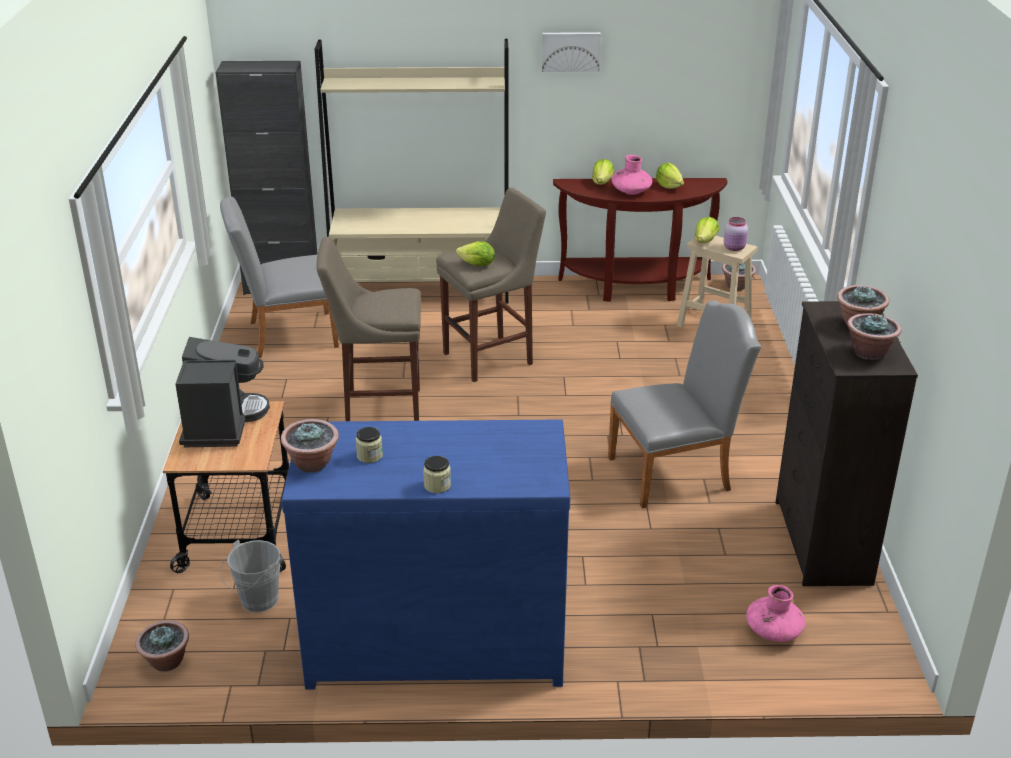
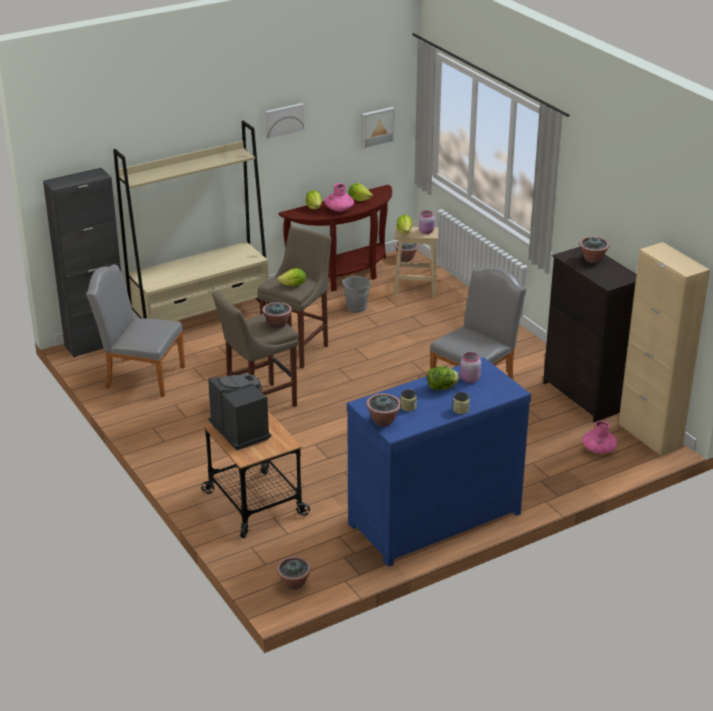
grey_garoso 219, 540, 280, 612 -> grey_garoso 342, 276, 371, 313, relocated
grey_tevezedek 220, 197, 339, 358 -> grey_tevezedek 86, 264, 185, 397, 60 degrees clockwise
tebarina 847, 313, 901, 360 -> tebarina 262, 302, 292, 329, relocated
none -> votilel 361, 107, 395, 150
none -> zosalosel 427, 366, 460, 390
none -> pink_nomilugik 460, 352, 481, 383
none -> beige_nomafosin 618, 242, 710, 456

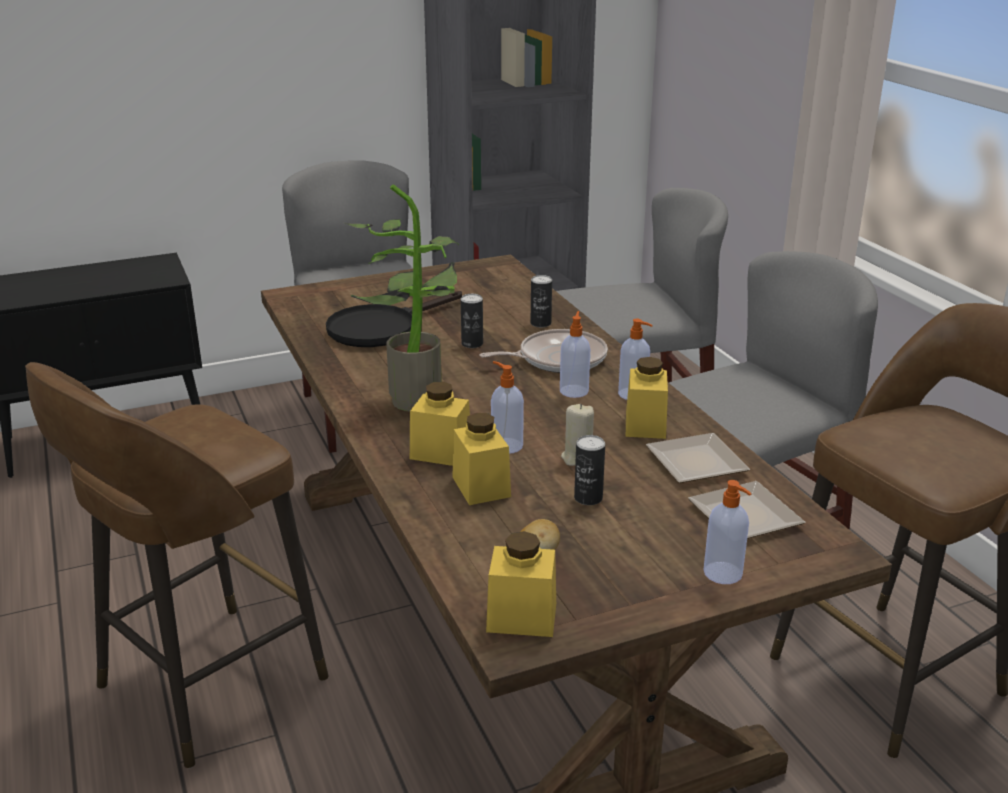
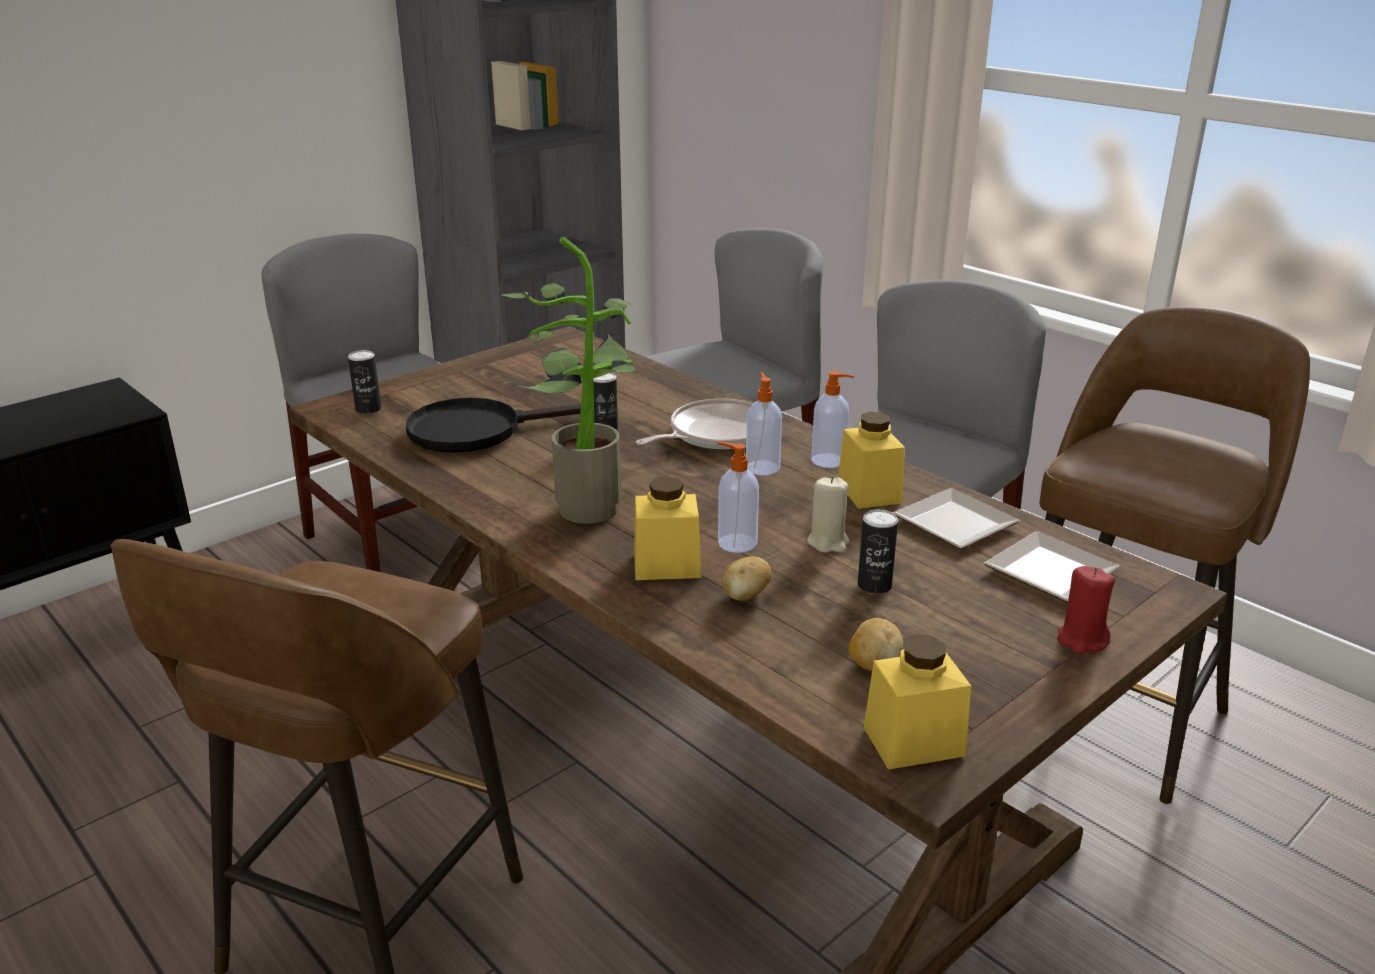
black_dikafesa 326, 291, 462, 347 -> black_dikafesa 406, 397, 581, 453, 45 degrees clockwise
yellow_nomilugik 453, 413, 511, 505 -> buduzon 722, 557, 772, 601
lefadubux 531, 275, 552, 327 -> lefadubux 348, 350, 382, 414, relocated
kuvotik 703, 480, 752, 584 -> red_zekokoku 1057, 566, 1115, 654

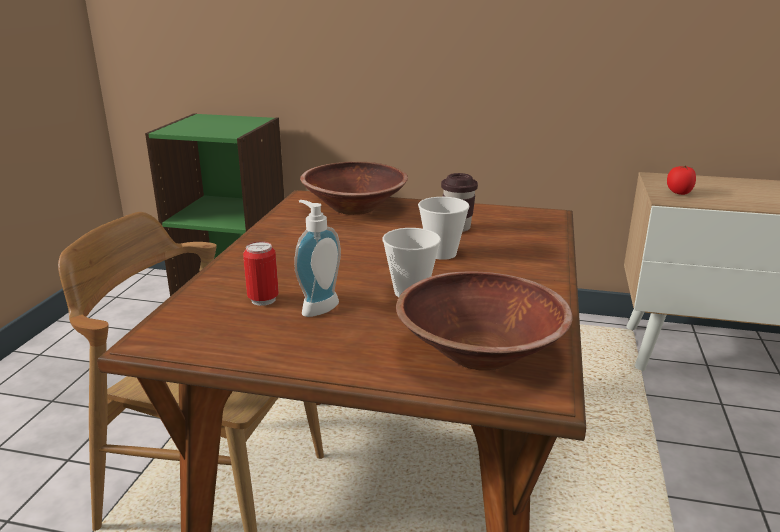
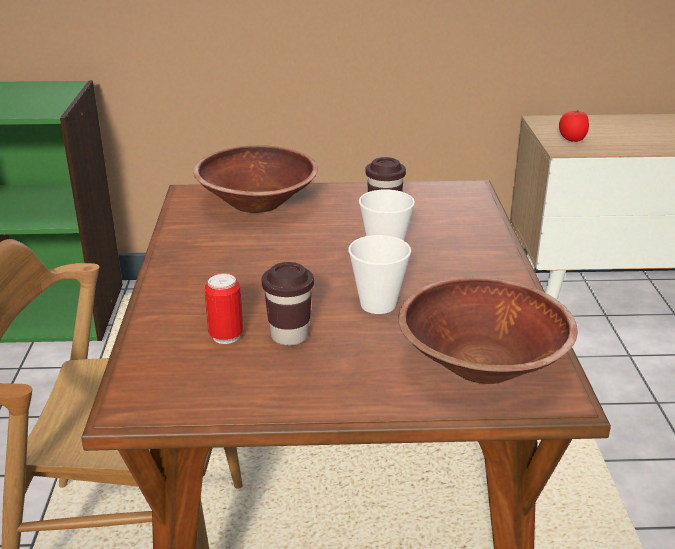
kuvotik 294, 200, 341, 317 -> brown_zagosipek 262, 262, 314, 346

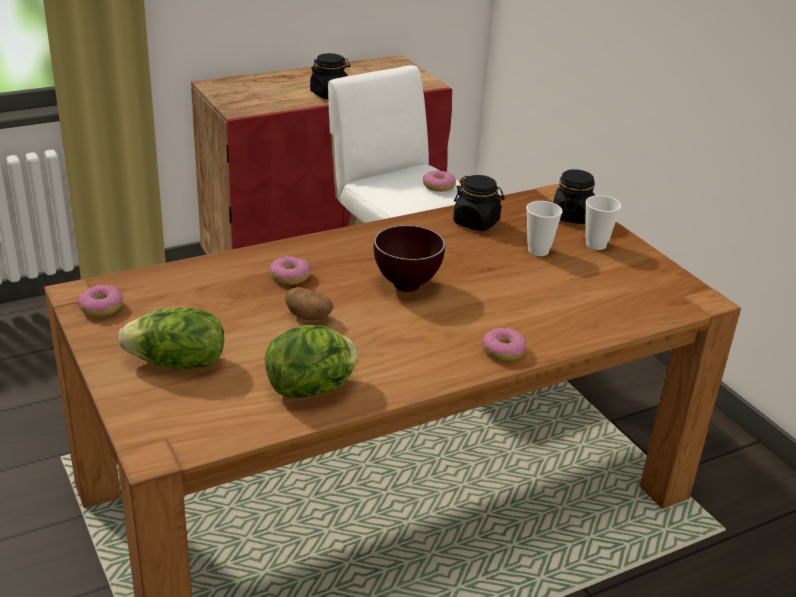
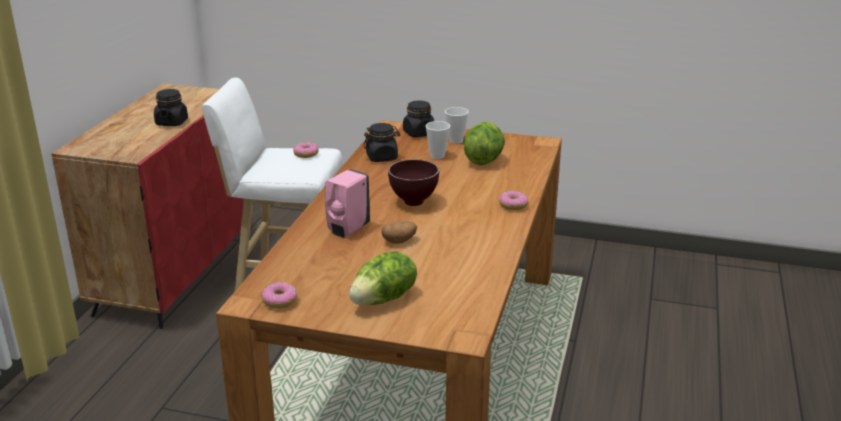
zosalosel 265, 325, 358, 398 -> zosalosel 464, 122, 505, 165, relocated
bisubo 270, 256, 311, 285 -> pink_kuvotik 325, 169, 370, 238

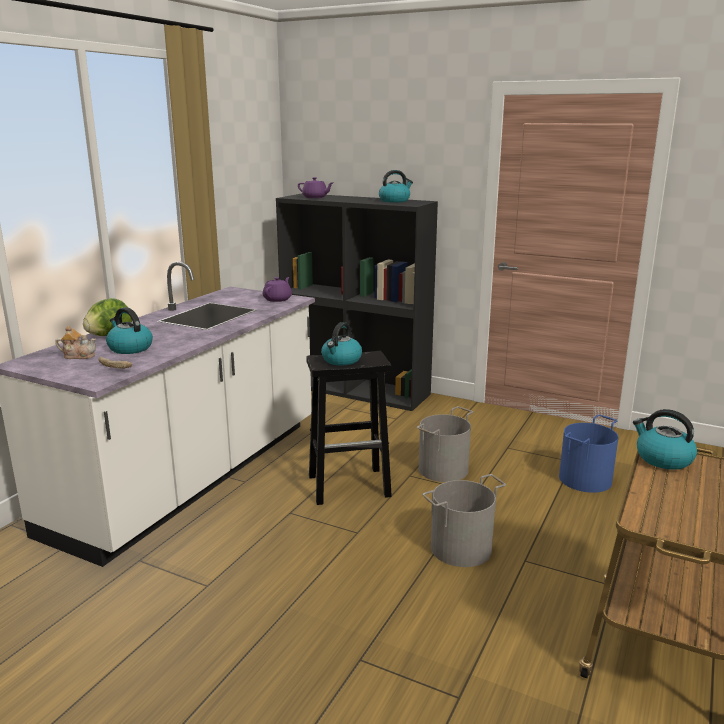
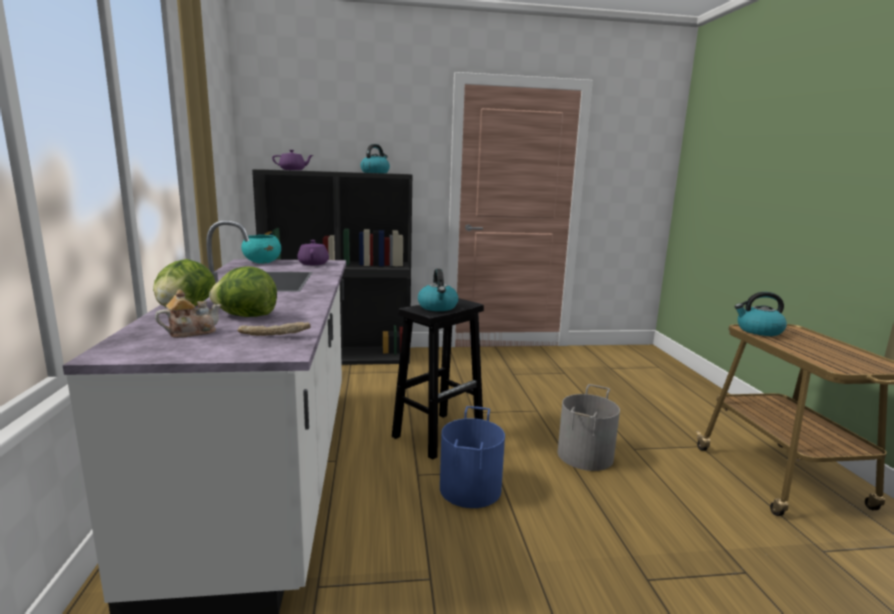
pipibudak 106, 307, 153, 354 -> zosalosel 209, 266, 277, 317
grey_garoso 417, 406, 473, 482 -> none
blue_garoso 559, 414, 619, 493 -> blue_garoso 440, 406, 505, 508, relocated
none -> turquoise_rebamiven 241, 235, 281, 264

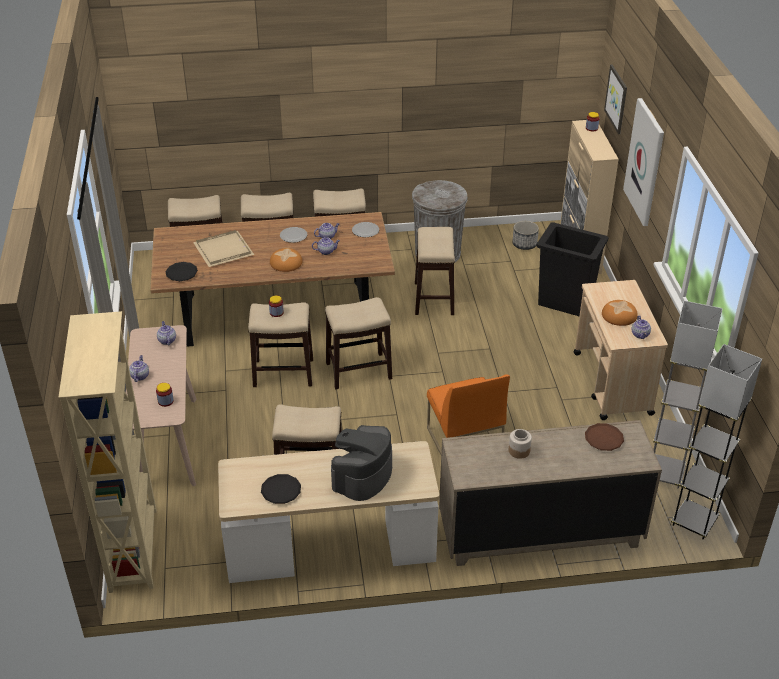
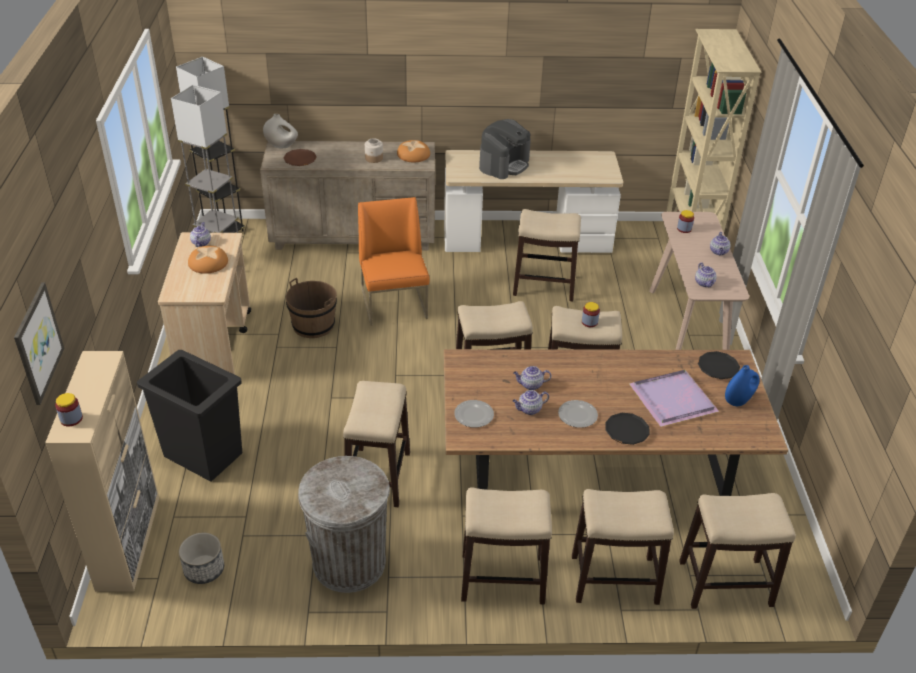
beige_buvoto 193, 230, 254, 267 -> purple_buvoto 629, 370, 719, 427
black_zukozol 261, 474, 301, 504 -> black_zukozol 606, 413, 650, 445, relocated
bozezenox 270, 248, 303, 272 -> bozezenox 397, 140, 430, 162, relocated
votilel 623, 98, 664, 226 -> none
none -> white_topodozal 263, 114, 298, 148
none -> brown_garoso 286, 278, 337, 338
none -> blue_topodozal 725, 365, 760, 406

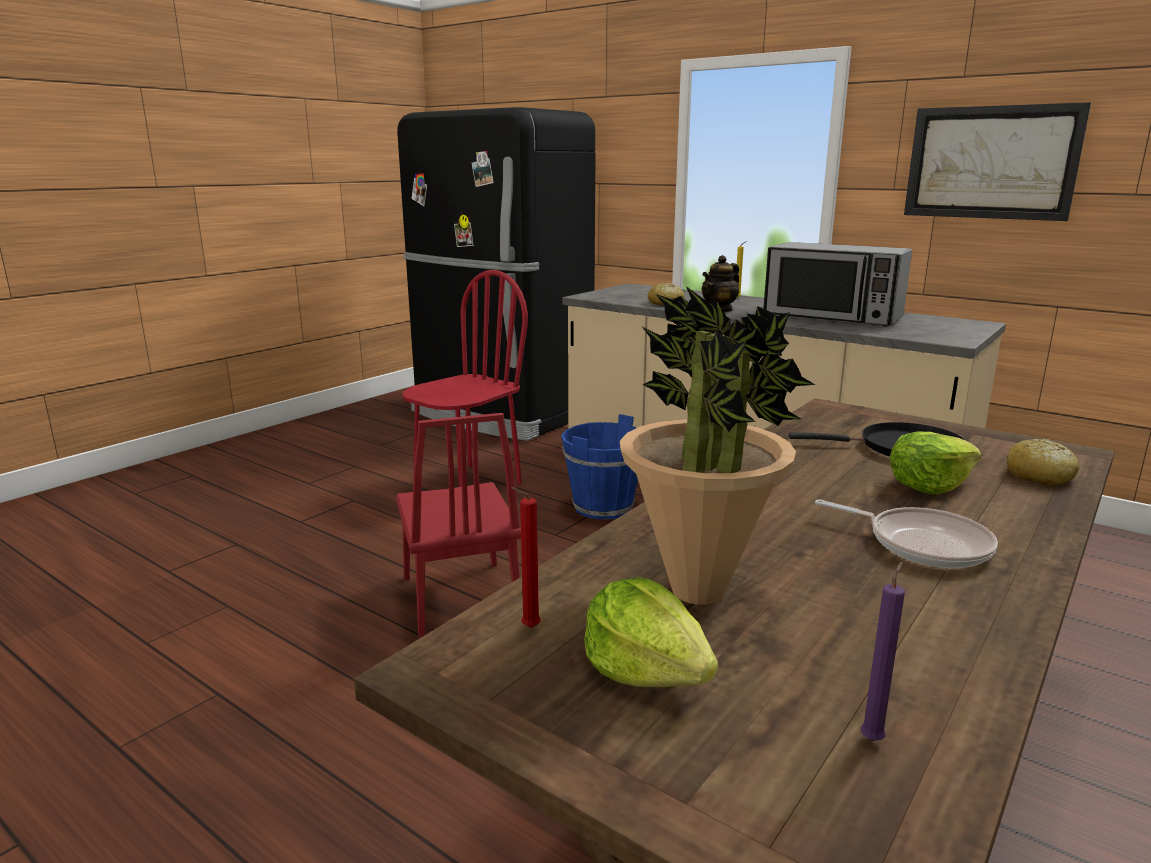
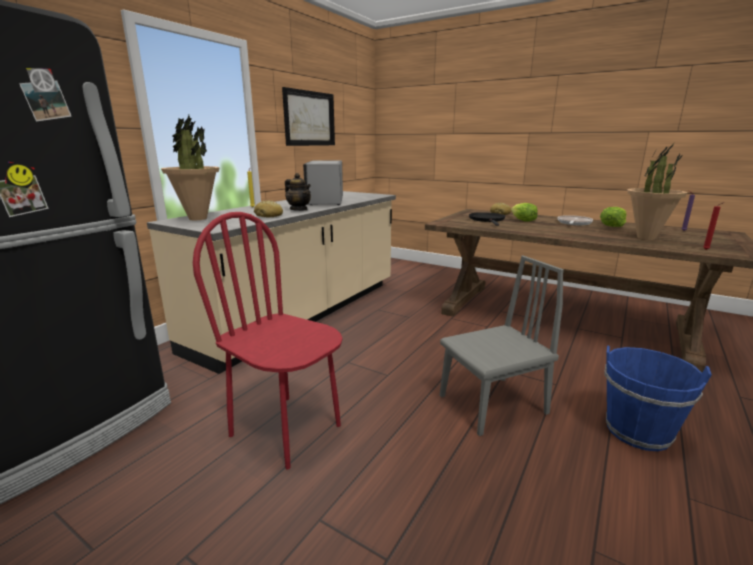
red_tevezedek 396, 413, 521, 639 -> grey_tevezedek 440, 256, 564, 436
blue_garoso 561, 414, 638, 520 -> blue_garoso 605, 345, 712, 451, relocated
zosalosel 584, 577, 718, 687 -> zosalosel 600, 207, 627, 227, relocated
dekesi 763, 242, 912, 326 -> dekesi 303, 160, 343, 205, 150 degrees clockwise
none -> tebarina 161, 115, 220, 220

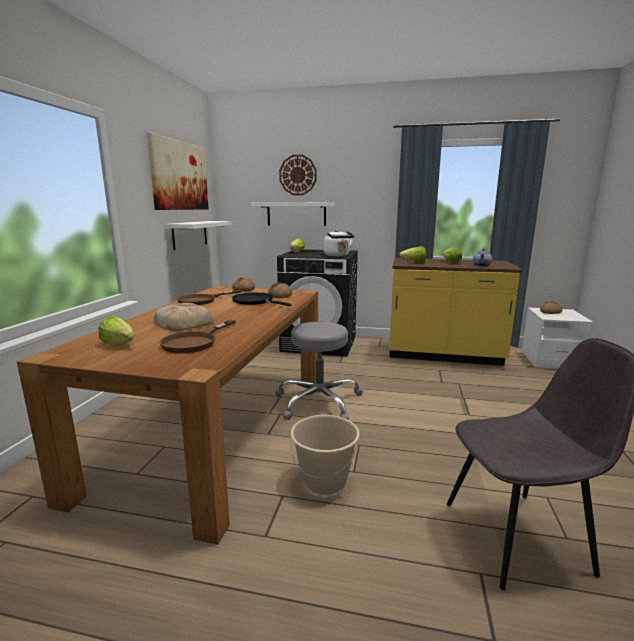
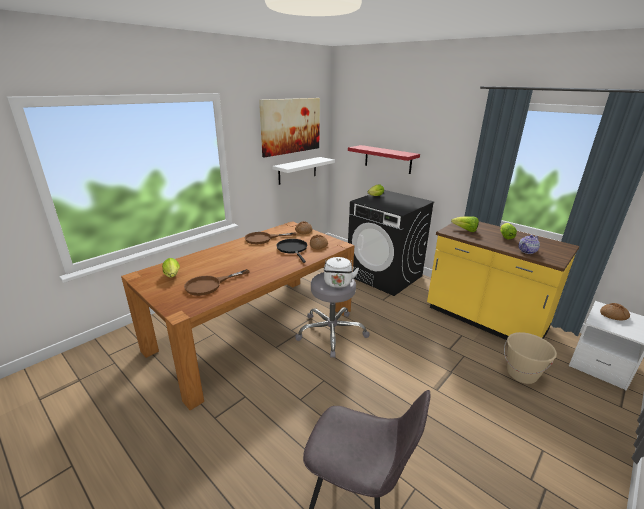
bozezenox 153, 303, 213, 331 -> none
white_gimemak 251, 202, 335, 226 -> red_gimemak 348, 145, 420, 174
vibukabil 279, 155, 317, 195 -> none
beige_garoso 290, 415, 360, 495 -> beige_garoso 504, 332, 557, 384, relocated
white_pipibudak 324, 230, 354, 257 -> white_pipibudak 324, 257, 359, 288, relocated

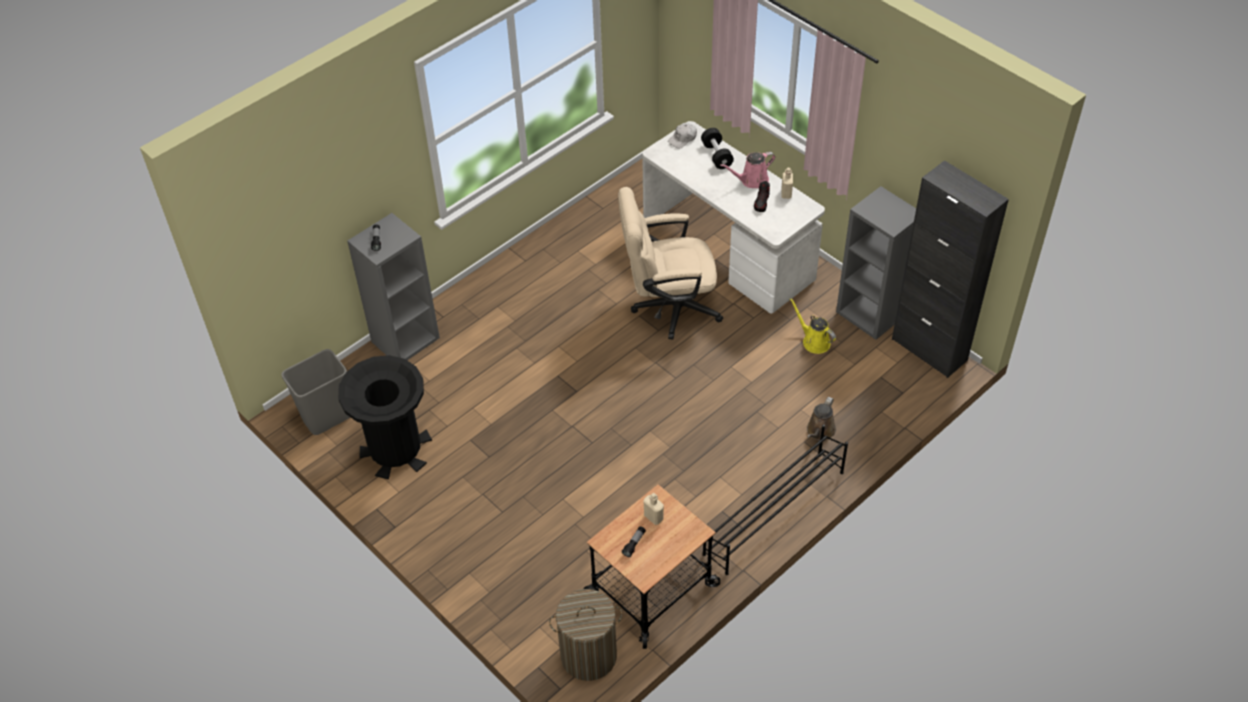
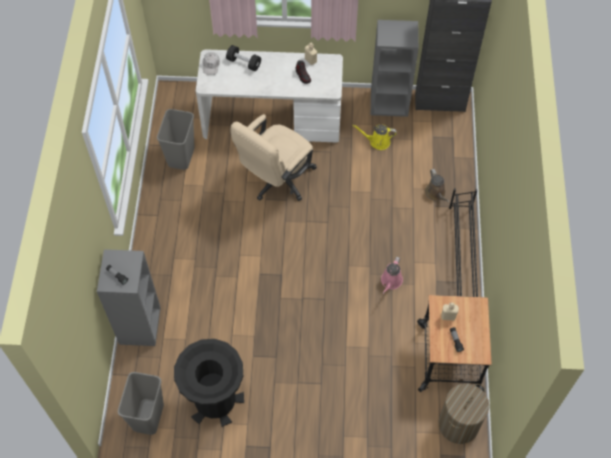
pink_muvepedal 720, 152, 775, 188 -> pink_muvepedal 381, 257, 403, 294, relocated
none -> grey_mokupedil 157, 109, 195, 170

